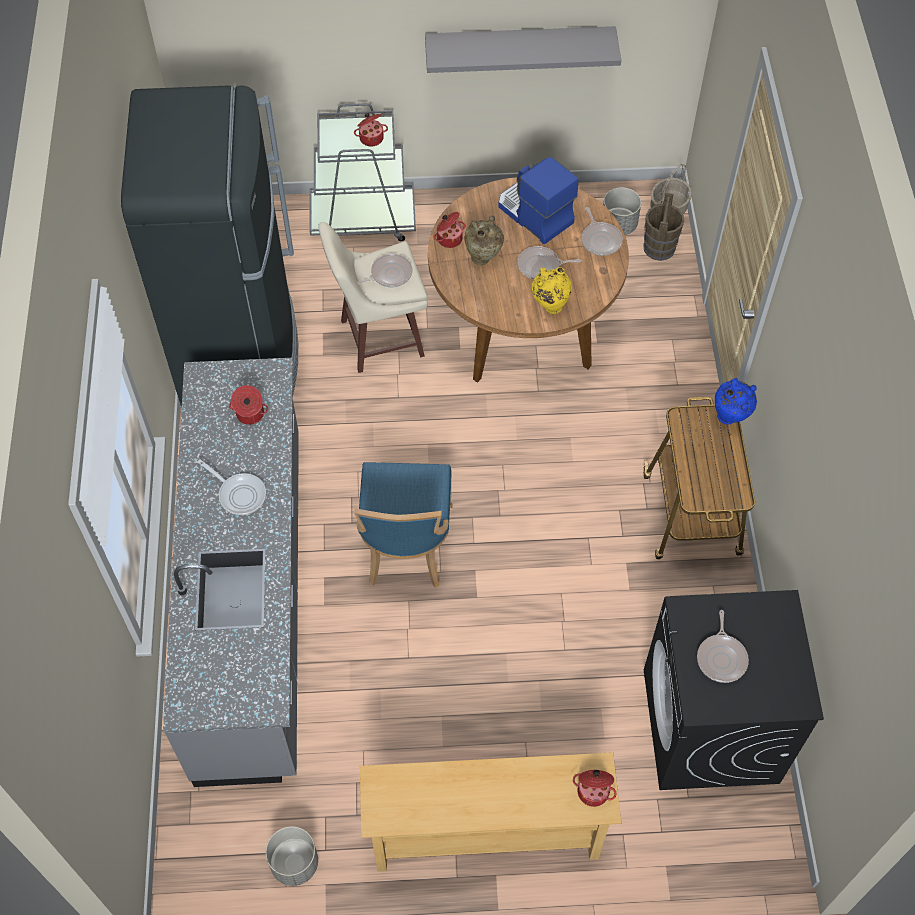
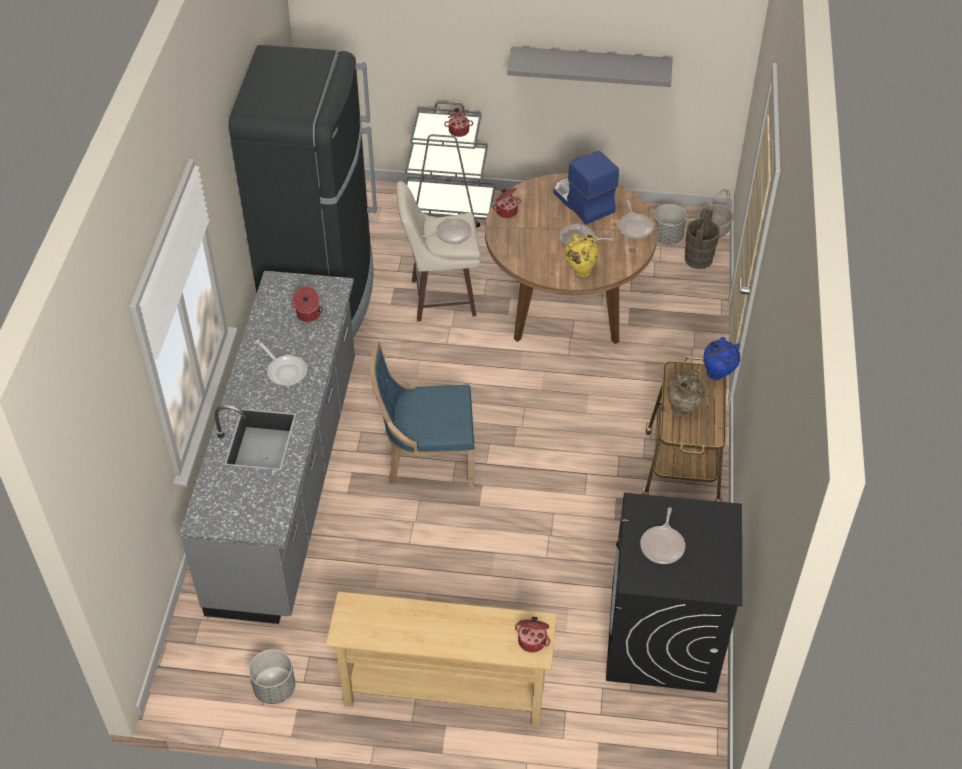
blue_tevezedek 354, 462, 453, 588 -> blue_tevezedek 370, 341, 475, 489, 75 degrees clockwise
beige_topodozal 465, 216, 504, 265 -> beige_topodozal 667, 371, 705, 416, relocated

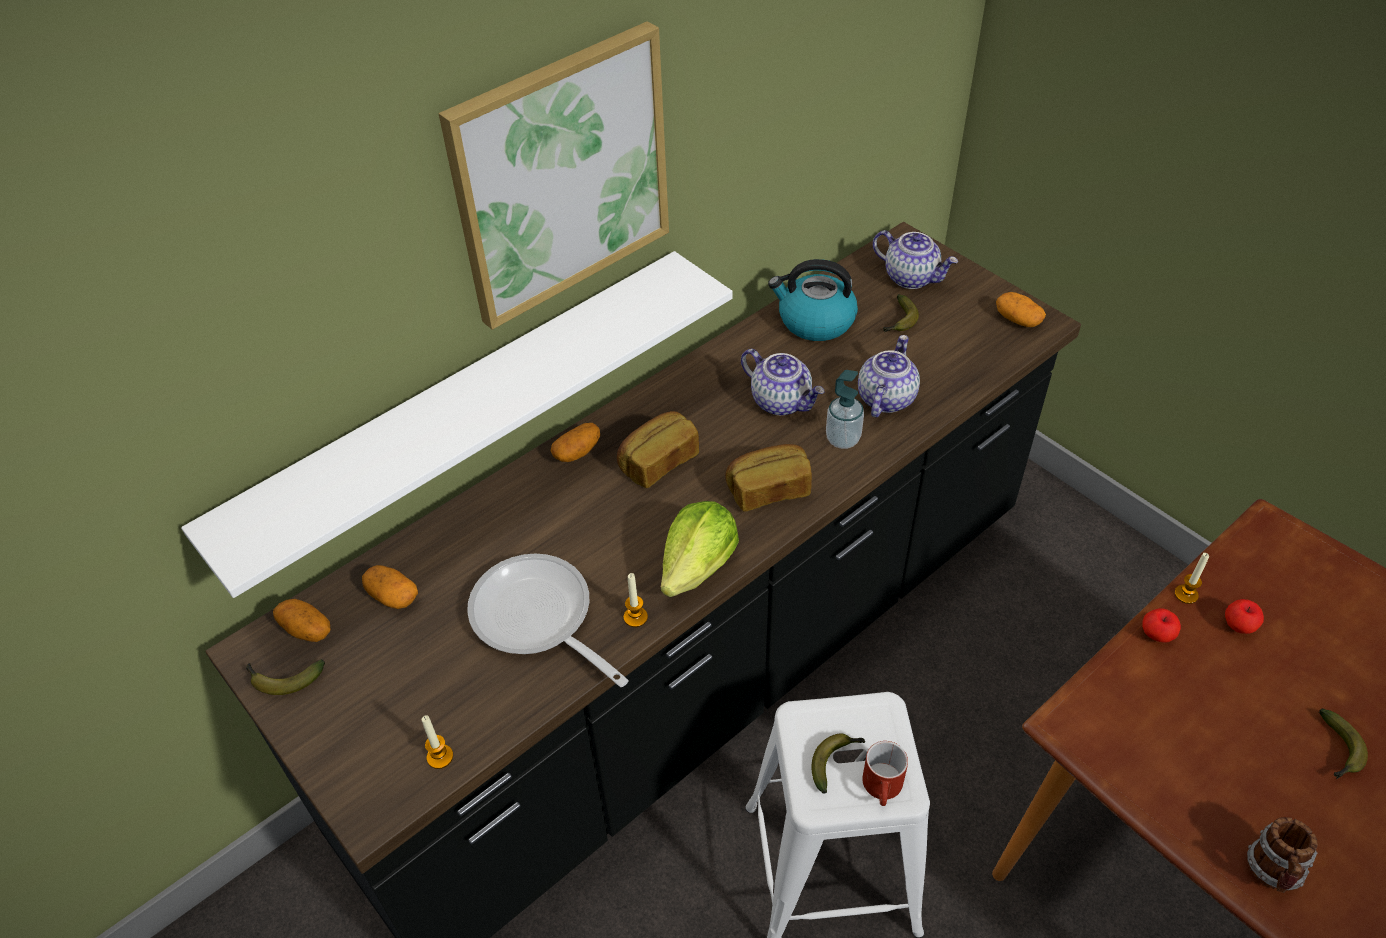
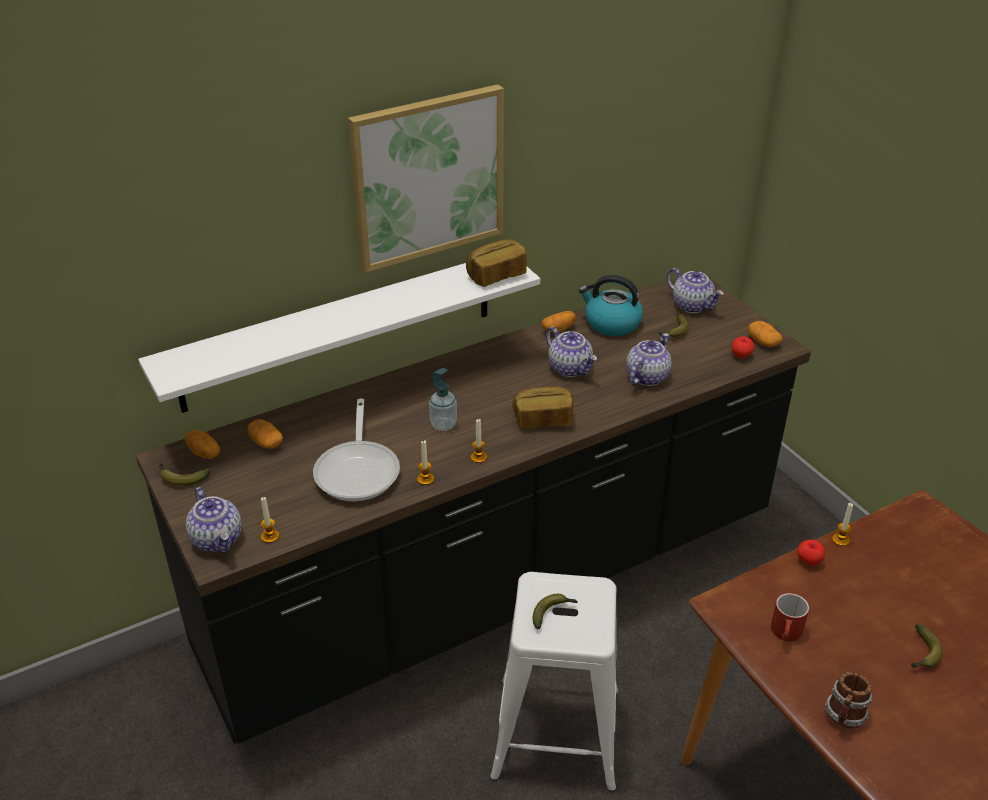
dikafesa 467, 554, 628, 687 -> dikafesa 313, 399, 400, 502, 150 degrees counterclockwise
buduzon 551, 423, 600, 462 -> buduzon 541, 311, 576, 332, relocated
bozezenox 617, 411, 699, 488 -> bozezenox 466, 239, 527, 287, relocated
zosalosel 661, 501, 739, 597 -> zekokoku 471, 419, 487, 463
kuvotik 826, 370, 864, 449 -> kuvotik 429, 368, 457, 431, relocated
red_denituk 862, 741, 908, 806 -> red_denituk 771, 593, 809, 641, relocated
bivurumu 1225, 599, 1264, 634 -> bivurumu 732, 336, 754, 358, relocated
none -> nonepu 186, 487, 242, 553

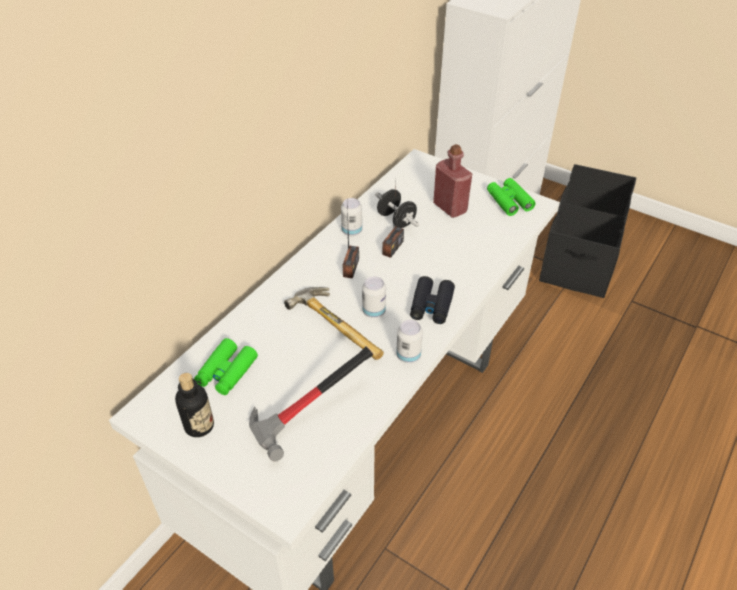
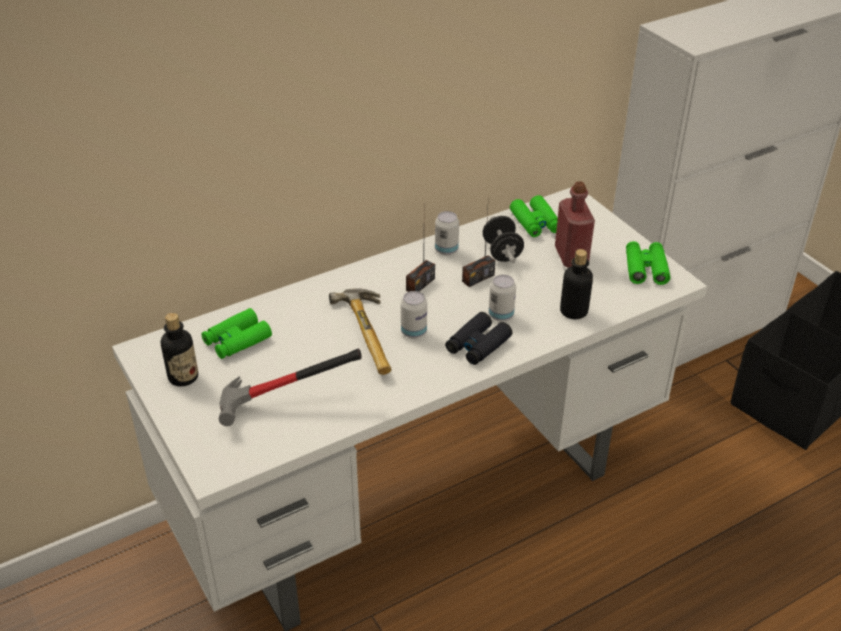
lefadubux 396, 320, 423, 363 -> lefadubux 489, 275, 516, 321, relocated
none -> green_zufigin 510, 195, 558, 237
none -> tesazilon 560, 249, 593, 319

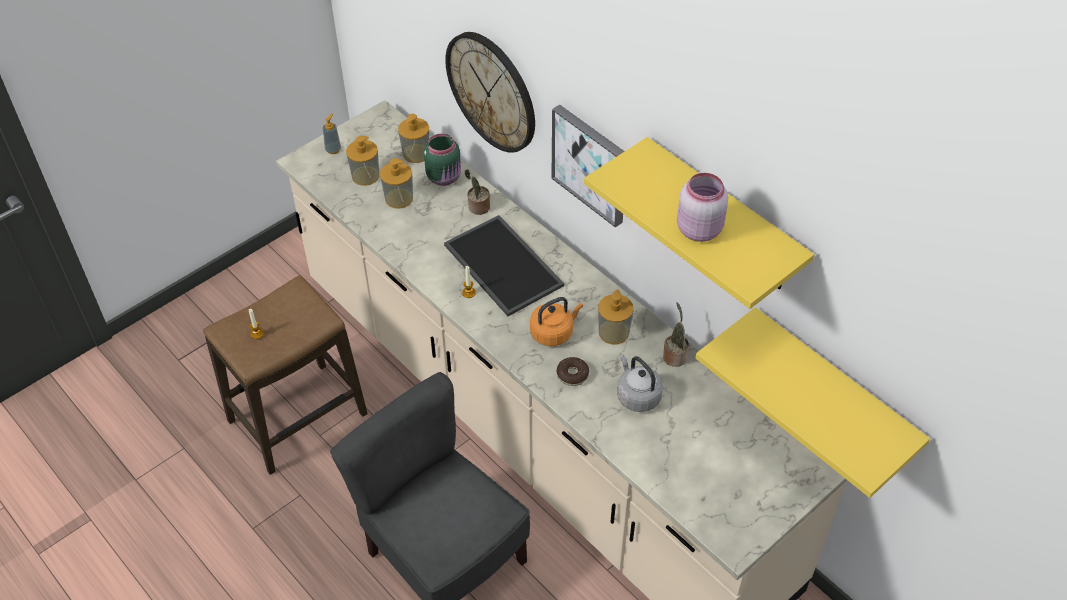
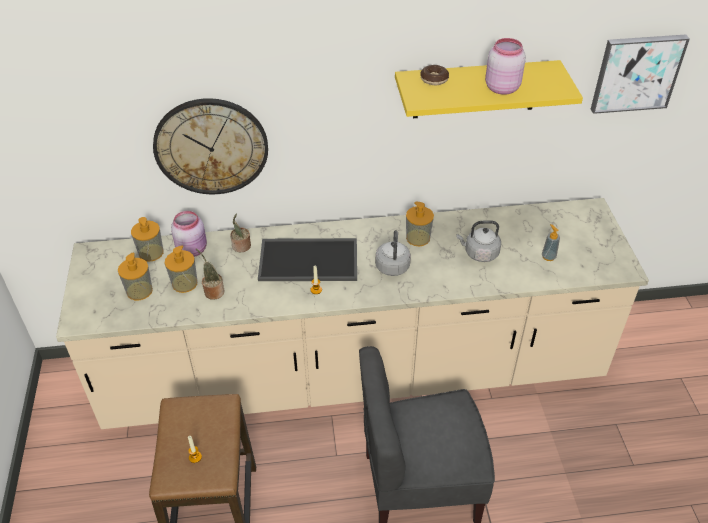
kuvotik 323, 114, 341, 154 -> kuvotik 542, 224, 560, 261, relocated
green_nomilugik 424, 134, 461, 186 -> pink_nomilugik 171, 211, 207, 257
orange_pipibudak 530, 297, 583, 346 -> grey_pipibudak 375, 230, 411, 276
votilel 551, 104, 625, 228 -> votilel 591, 35, 690, 114, relocated
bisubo 556, 357, 589, 386 -> bisubo 420, 65, 449, 85, relocated
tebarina 663, 302, 689, 367 -> tebarina 195, 248, 225, 300, relocated
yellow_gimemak 696, 307, 930, 498 -> none

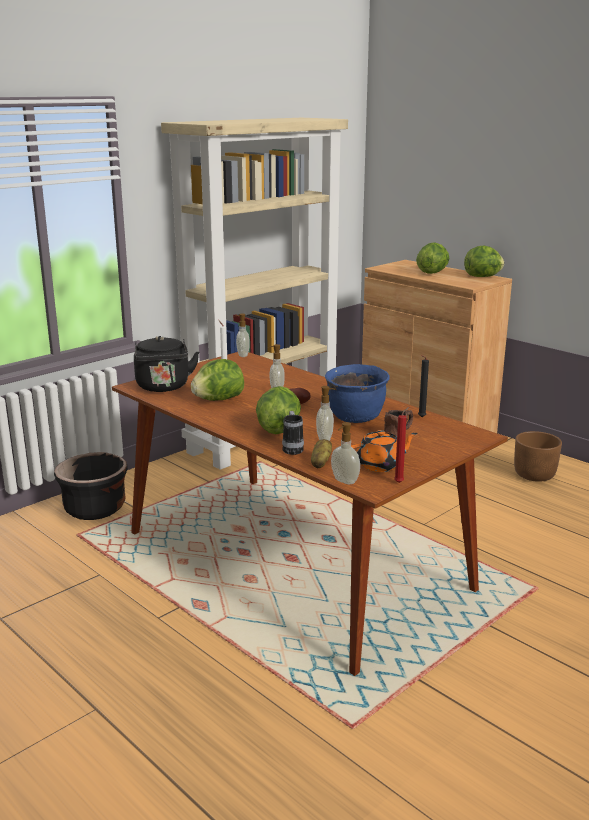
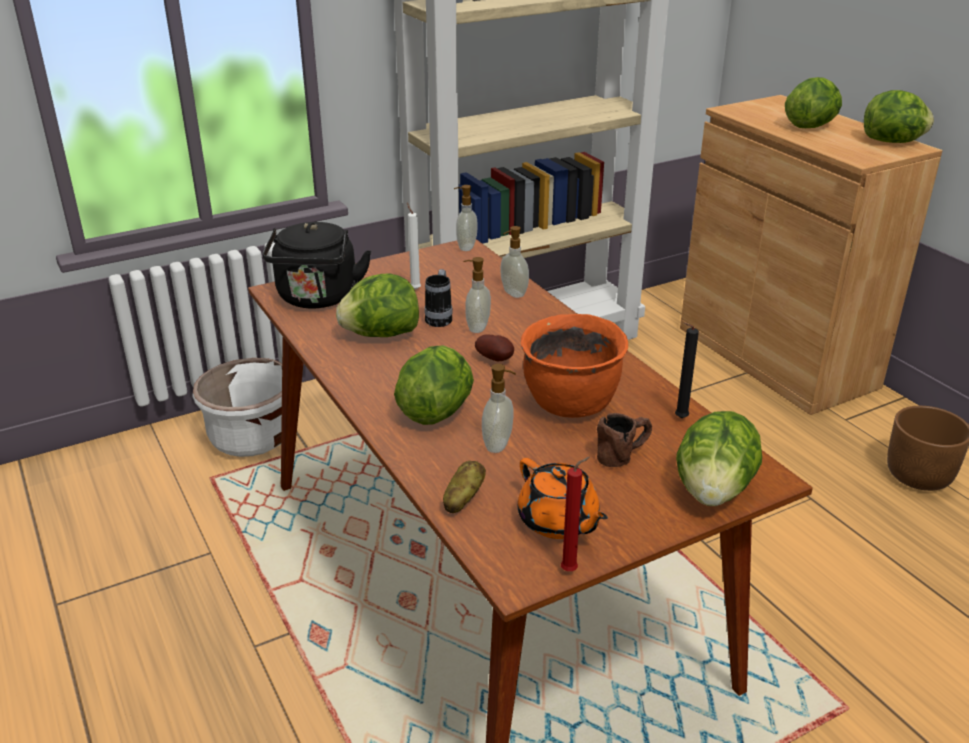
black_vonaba 54, 452, 128, 520 -> white_vonaba 193, 358, 282, 457
denituk 282, 411, 304, 455 -> denituk 424, 269, 453, 327, relocated
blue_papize 325, 364, 390, 423 -> orange_papize 521, 314, 628, 418
kuvotik 331, 422, 360, 484 -> kuvotik 500, 226, 529, 298, relocated
orange_nonepu 351, 430, 417, 472 -> orange_nonepu 517, 458, 608, 539, 60 degrees clockwise
none -> zosalosel 676, 411, 762, 506

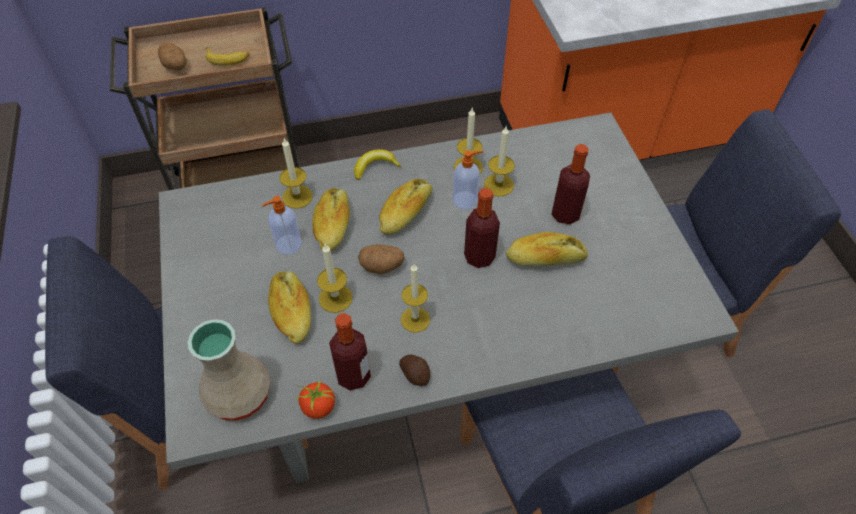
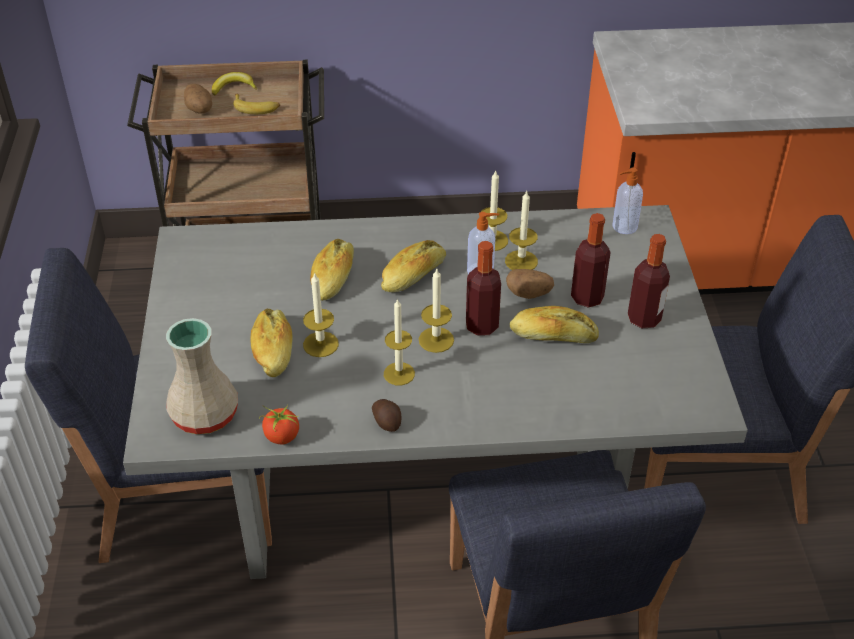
kuvotik 262, 196, 301, 254 -> kuvotik 612, 167, 643, 234, relocated
zekokoku 279, 139, 313, 209 -> zekokoku 419, 269, 454, 353, relocated
tesazilon 329, 313, 371, 391 -> tesazilon 628, 234, 670, 328, relocated
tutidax 354, 149, 401, 180 -> tutidax 212, 72, 257, 96, relocated
buduzon 358, 244, 405, 274 -> buduzon 506, 269, 554, 299, relocated

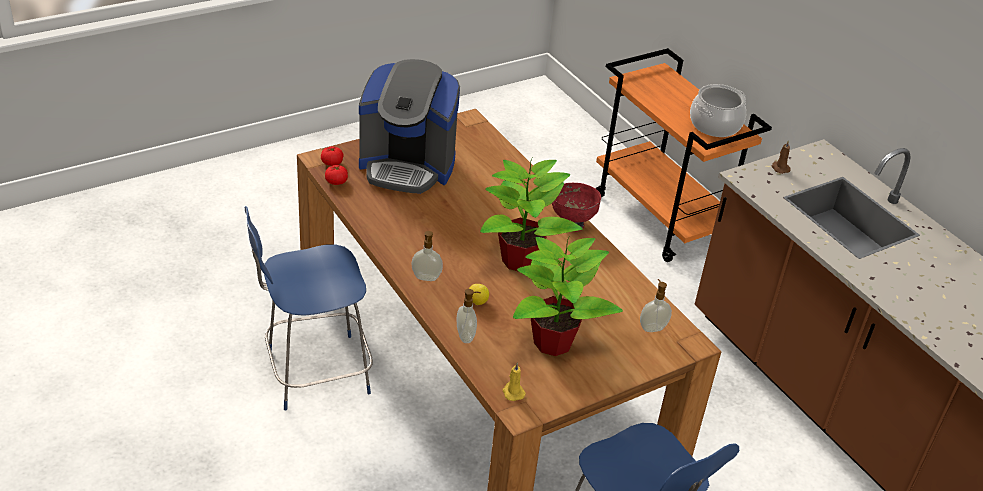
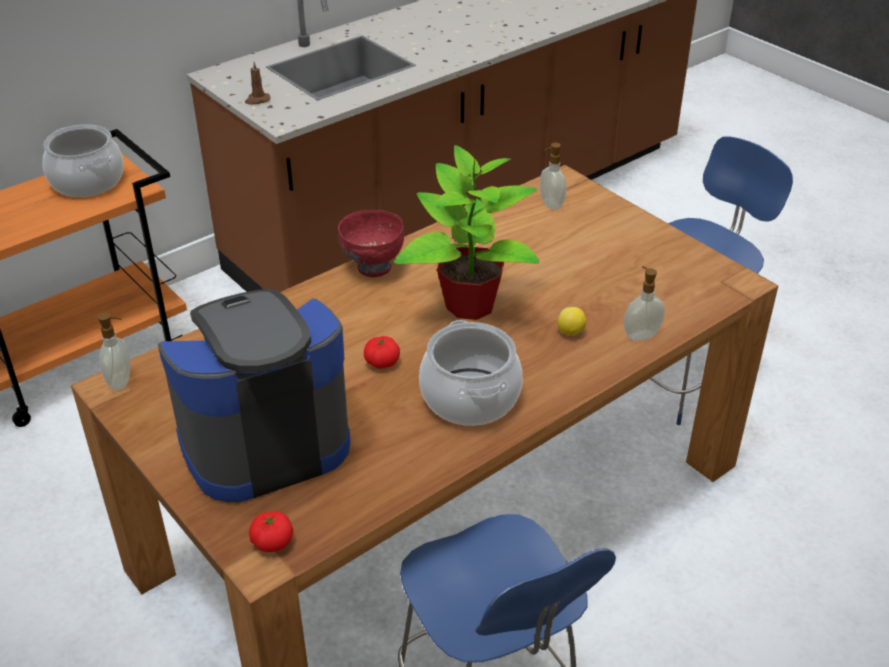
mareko 325, 165, 348, 185 -> mareko 364, 336, 400, 368, relocated
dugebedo 359, 59, 460, 194 -> dugebedo 158, 289, 350, 502, 120 degrees counterclockwise
kuvotik 411, 231, 443, 281 -> kuvotik 98, 312, 131, 390, relocated
yellow_zekokoku 503, 363, 526, 401 -> none
tebarina 513, 237, 623, 356 -> none
none -> papize 419, 320, 523, 426

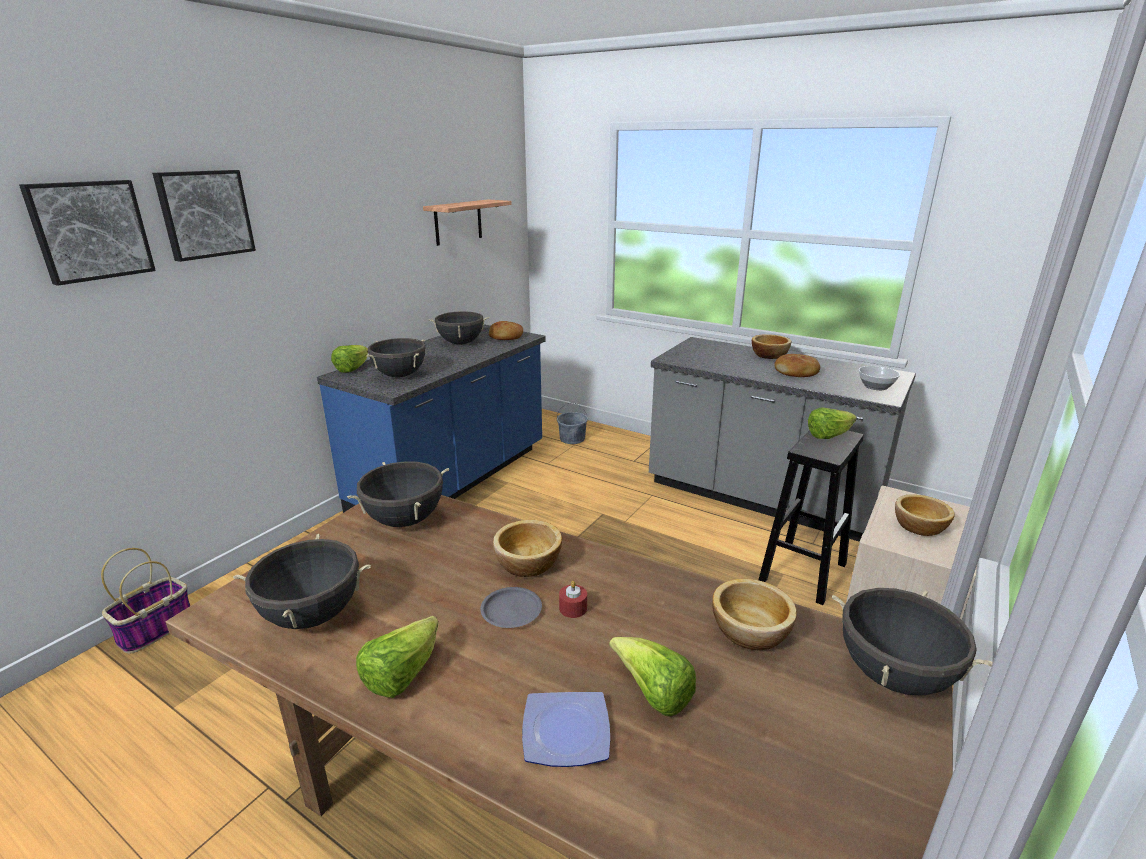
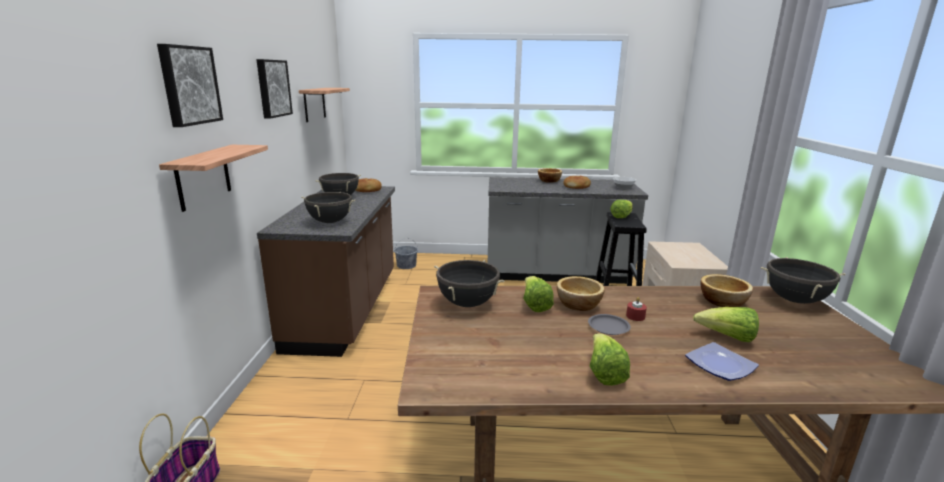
votilel 19, 180, 156, 286 -> votilel 256, 59, 293, 119, relocated
black_papize 233, 534, 371, 629 -> none
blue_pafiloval 317, 325, 546, 513 -> brown_pafiloval 257, 186, 395, 357
zosalosel 331, 345, 368, 373 -> zosalosel 523, 276, 554, 312, relocated
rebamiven 895, 494, 955, 536 -> none
none -> gimemak 159, 145, 268, 212

